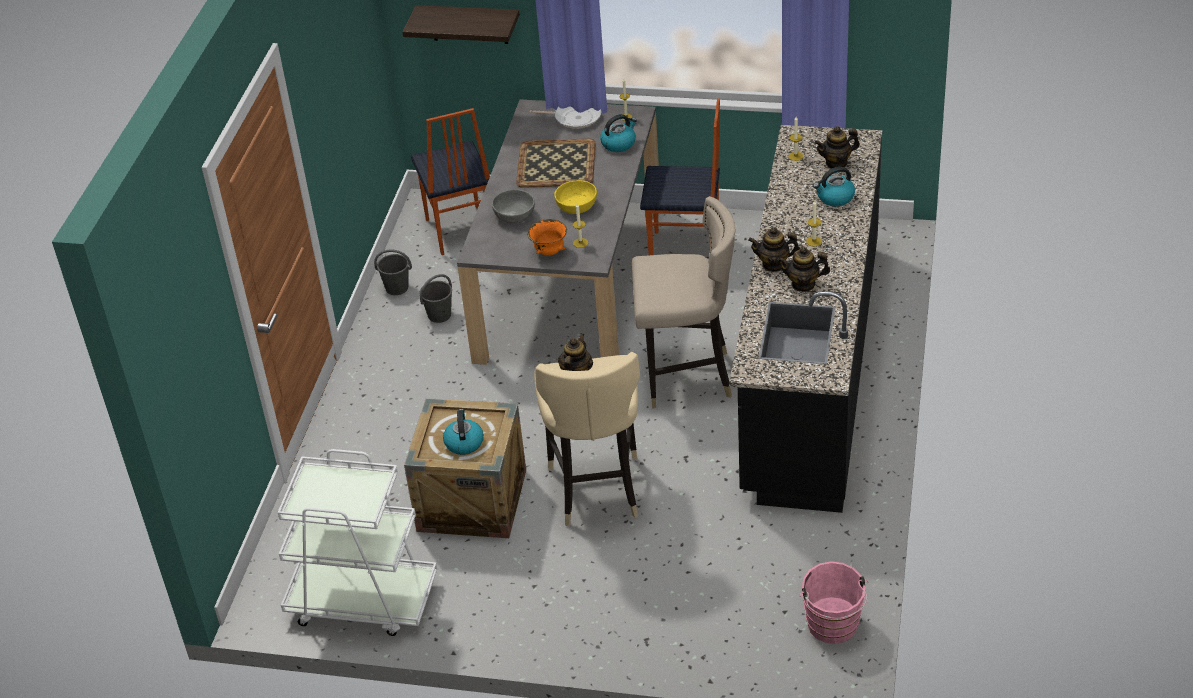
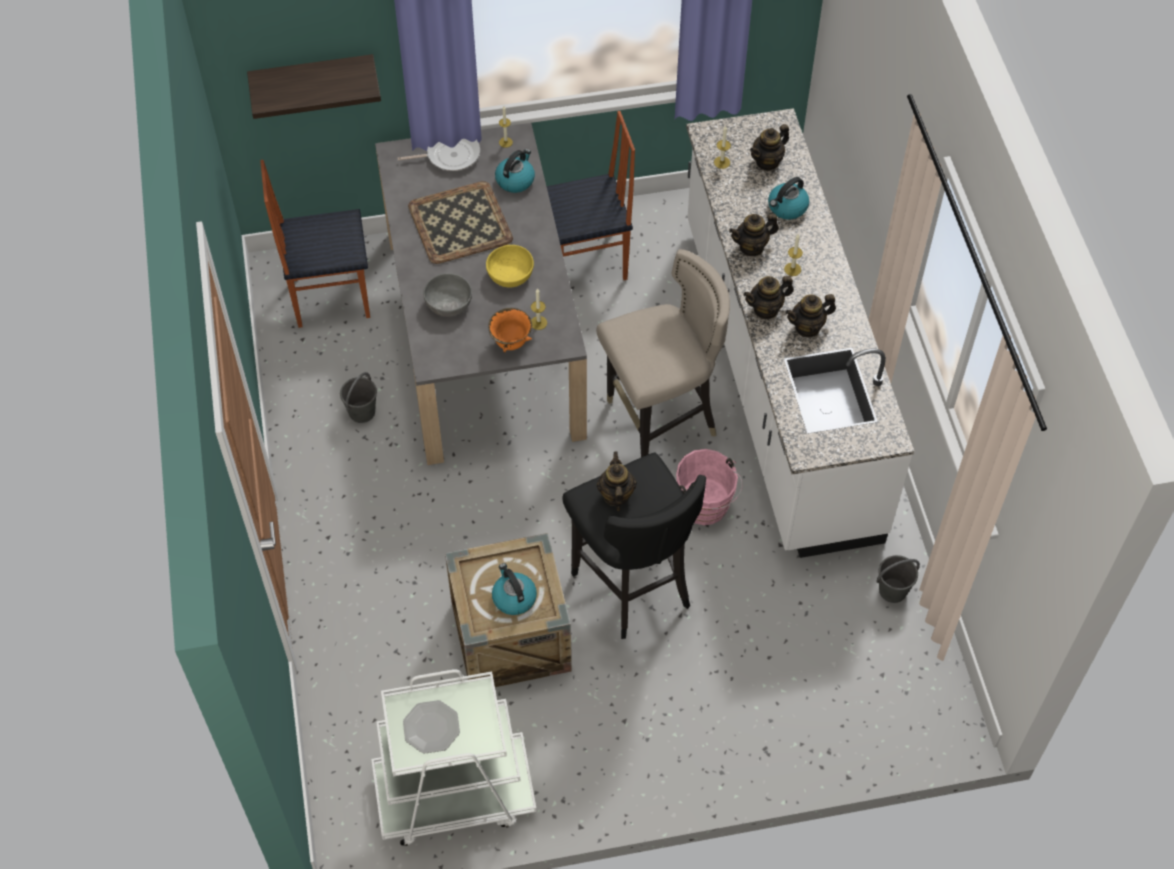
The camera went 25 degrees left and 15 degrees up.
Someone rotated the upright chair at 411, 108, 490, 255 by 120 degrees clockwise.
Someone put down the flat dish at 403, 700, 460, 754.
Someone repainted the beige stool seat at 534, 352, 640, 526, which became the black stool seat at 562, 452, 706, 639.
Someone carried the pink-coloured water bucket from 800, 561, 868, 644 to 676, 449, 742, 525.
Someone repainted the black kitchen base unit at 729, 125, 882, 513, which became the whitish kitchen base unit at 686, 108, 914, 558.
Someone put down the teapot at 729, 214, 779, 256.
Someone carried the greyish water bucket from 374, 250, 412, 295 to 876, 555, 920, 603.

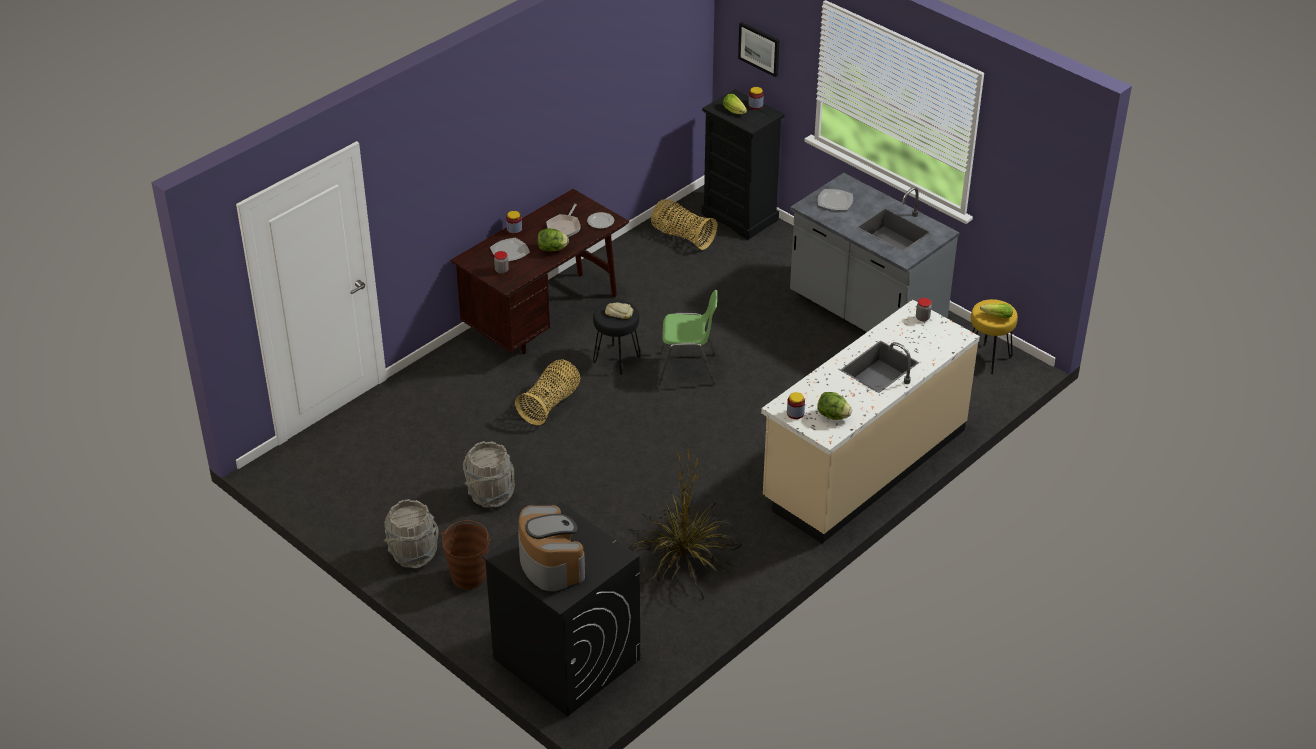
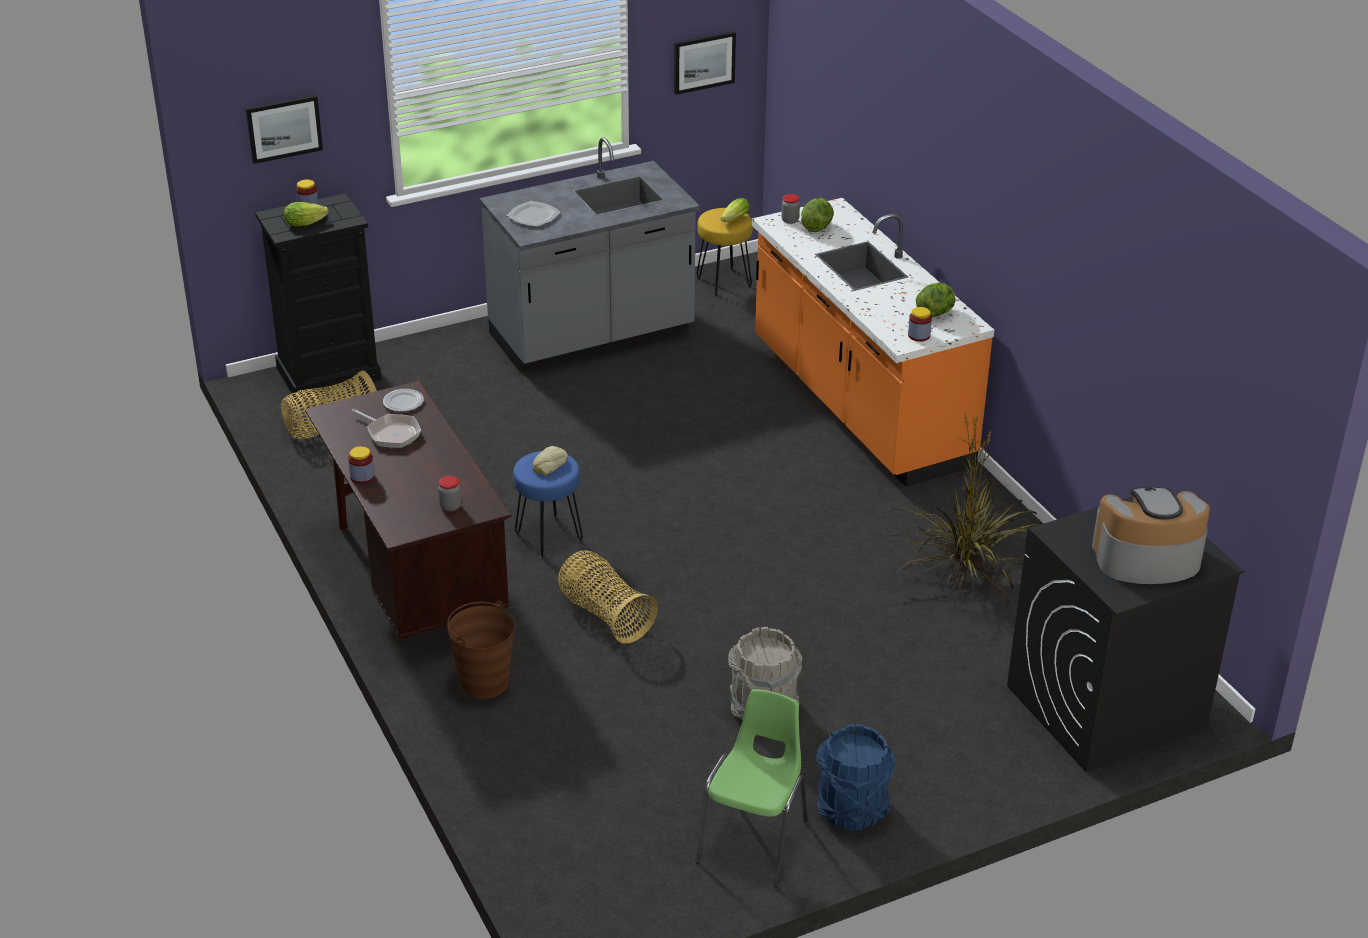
The camera went 70 degrees left and 5 degrees down.
Someone carried the brown-coloured water bucket from 441, 520, 491, 589 to 447, 600, 514, 699.
Someone repainted the black stool seat at 593, 300, 640, 375, which became the blue-coloured stool seat at 513, 451, 583, 559.
Someone put up the wall art at 674, 31, 736, 95.
Someone carried the green upright chair from 657, 290, 717, 385 to 696, 689, 808, 888.
Someone repainted the beige kitchen base unit at 761, 300, 980, 543, which became the orangey kitchen base unit at 752, 198, 994, 487.
Someone carried the lettuce head from 538, 228, 569, 251 to 801, 198, 834, 232.
Someone repainted the greyish water bucket at 384, 499, 439, 568, which became the blue-coloured water bucket at 817, 724, 895, 831.
Someone took away the flat dish at 490, 238, 530, 262.

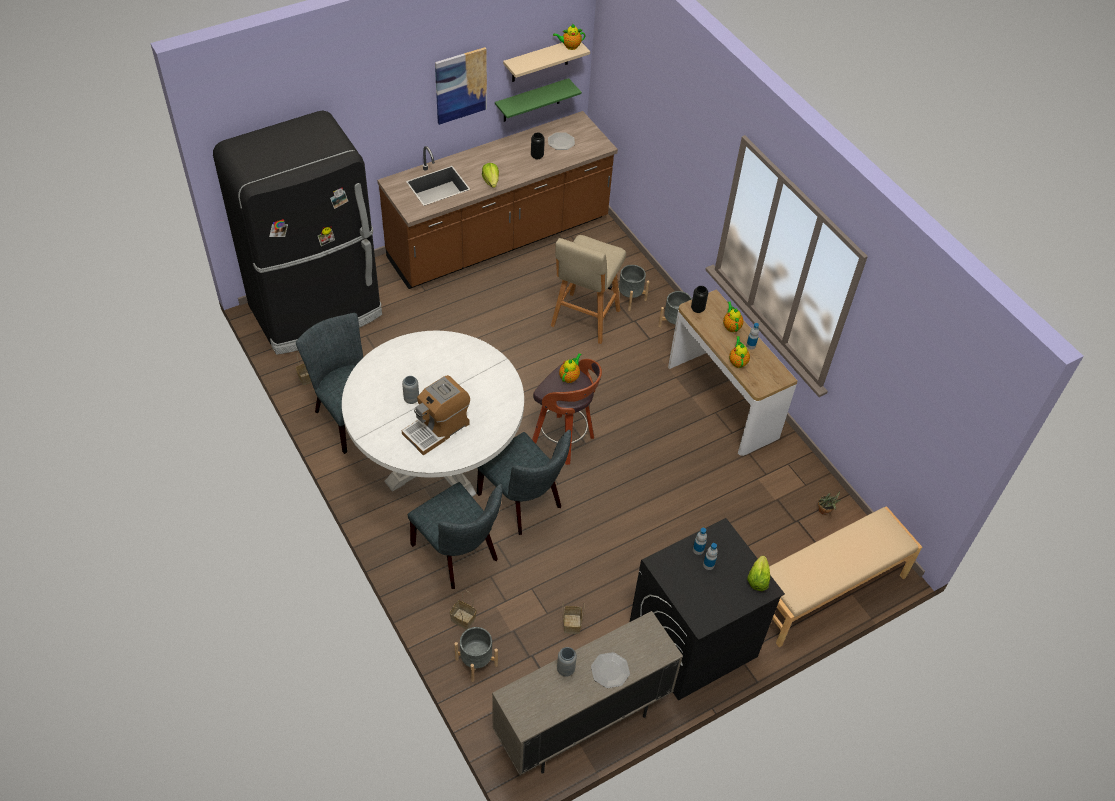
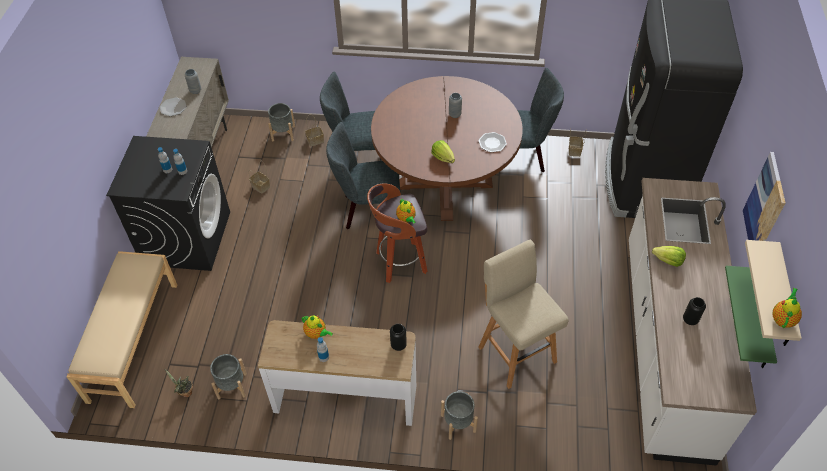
The camera went 130 degrees right and 0 degrees up.
Someone carried the greyish flower pot from 613, 265, 650, 311 to 210, 354, 247, 399.
Someone repainted the whitish kitchen table at 342, 331, 524, 497, which became the brown-coloured kitchen table at 371, 76, 523, 221.
Someone carried the lettuce head from 747, 556, 770, 591 to 431, 140, 455, 163.
Someone carried the flat dish from 548, 132, 575, 150 to 478, 132, 507, 152.
Someone repainted the brown-coloured kitchen base unit at 377, 111, 618, 289, which became the whitish kitchen base unit at 629, 178, 757, 466.
Someone took away the coffee maker at 402, 375, 470, 455.
Someone took away the teapot at 723, 301, 744, 332.

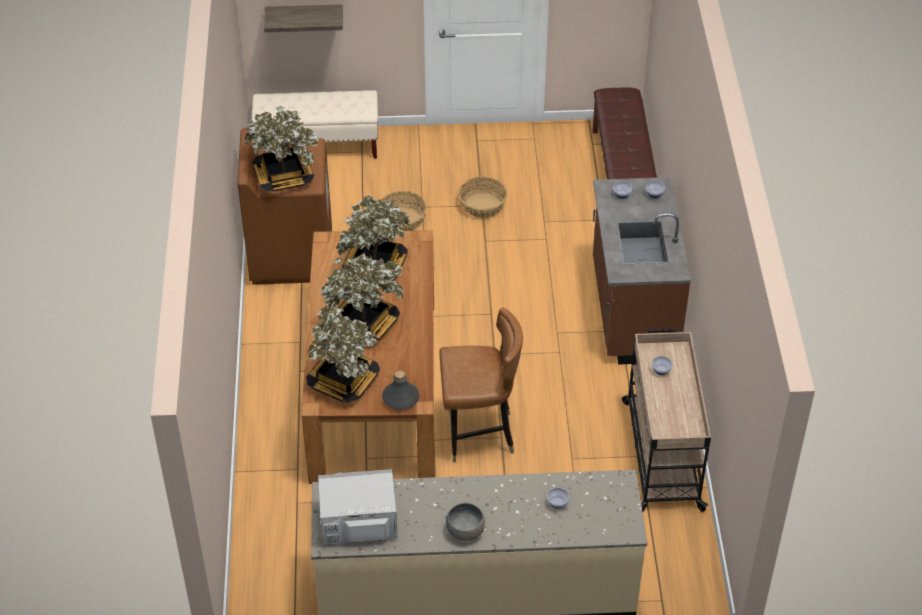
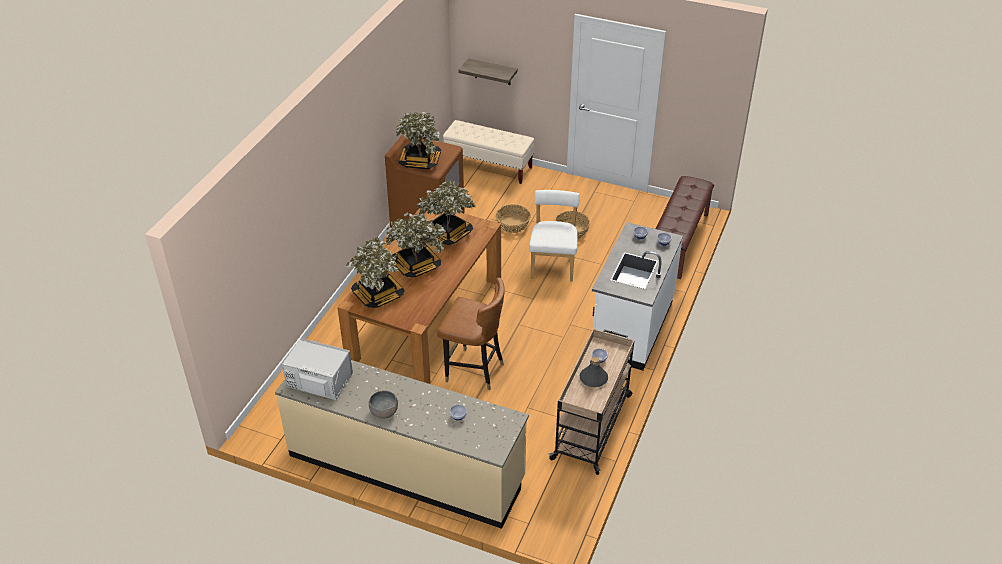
The camera went 25 degrees right and 5 degrees down.
Someone put down the whitish upright chair at 529, 190, 580, 282.
Someone carried the greyish beverage bottle from 382, 371, 419, 410 to 579, 357, 608, 387.
Someone repainted the brown-coloured kitchen base unit at 593, 177, 691, 365, which became the whitish kitchen base unit at 592, 222, 683, 371.

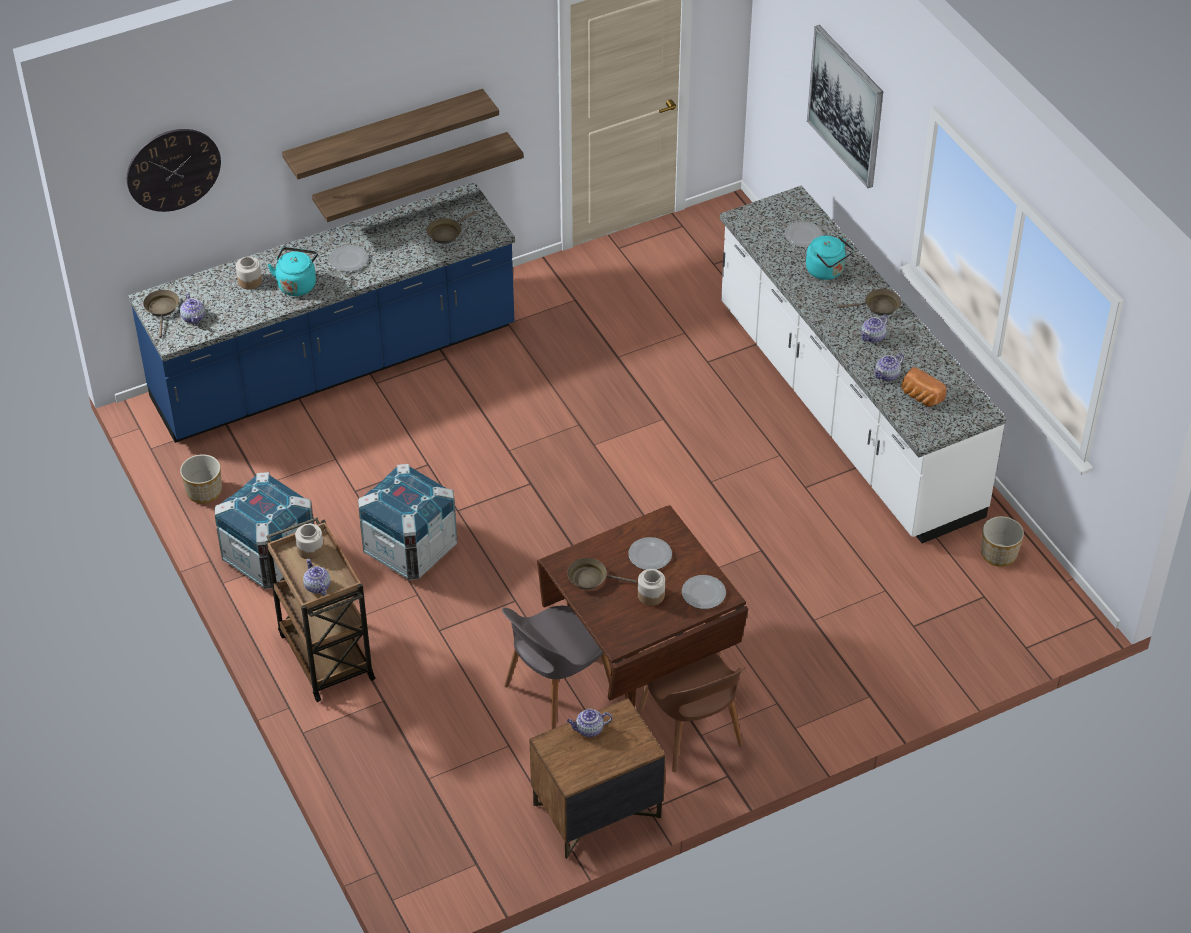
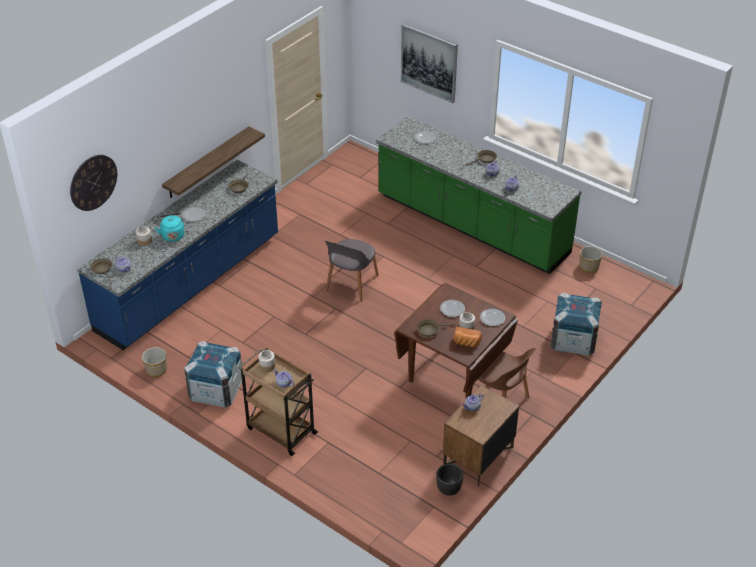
The camera went 25 degrees left and 5 degrees down.
Someone carried the greyish upright chair from 502, 606, 611, 730 to 325, 239, 379, 302.
Someone repainted the whitish kitchen base unit at 720, 186, 1006, 543, which became the green kitchen base unit at 376, 116, 581, 274.
Someone put down the black flower pot at 436, 464, 463, 496.
Someone carried the bakery bread from 901, 367, 947, 407 to 454, 327, 482, 347.
Someone carried the packing crate from 358, 464, 457, 580 to 551, 293, 602, 356.
Someone took away the shelf at 282, 89, 499, 180.
Someone took away the turquoise-coloured tea kettle at 806, 236, 854, 280.

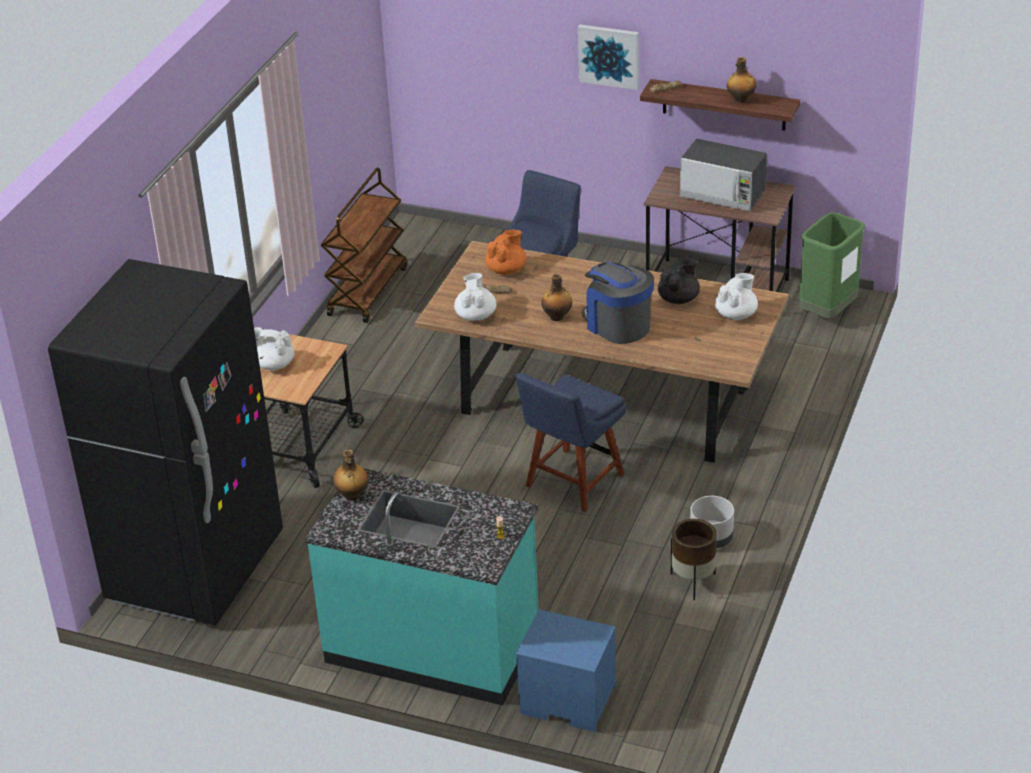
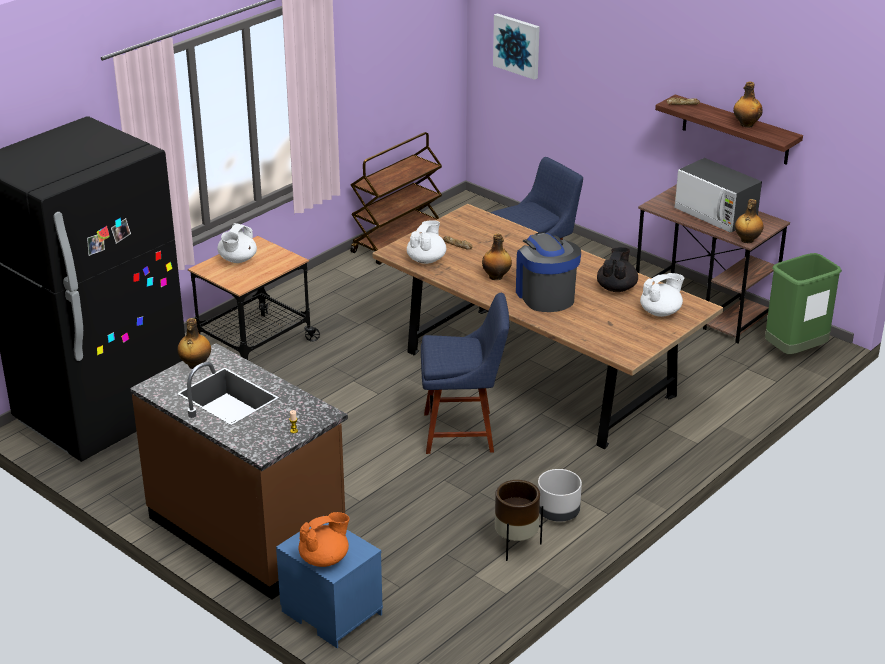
The camera went 20 degrees right and 5 degrees down.
Someone repainted the turquoise-coloured kitchen base unit at 305, 468, 538, 705, which became the brown-coloured kitchen base unit at 130, 343, 348, 599.
Someone rotated the whitish teapot at 254, 327, 294, 370 by 105 degrees counterclockwise.
Someone carried the orangey teapot from 485, 230, 526, 275 to 298, 512, 349, 567.
Someone rotated the blue-coloured upright chair at 516, 373, 626, 512 by 150 degrees counterclockwise.
Someone carried the wall art from 578, 25, 639, 90 to 493, 13, 540, 80.
Someone rotated the black teapot at 658, 258, 700, 304 by 45 degrees counterclockwise.
Someone put down the beverage bottle at 735, 199, 764, 243.

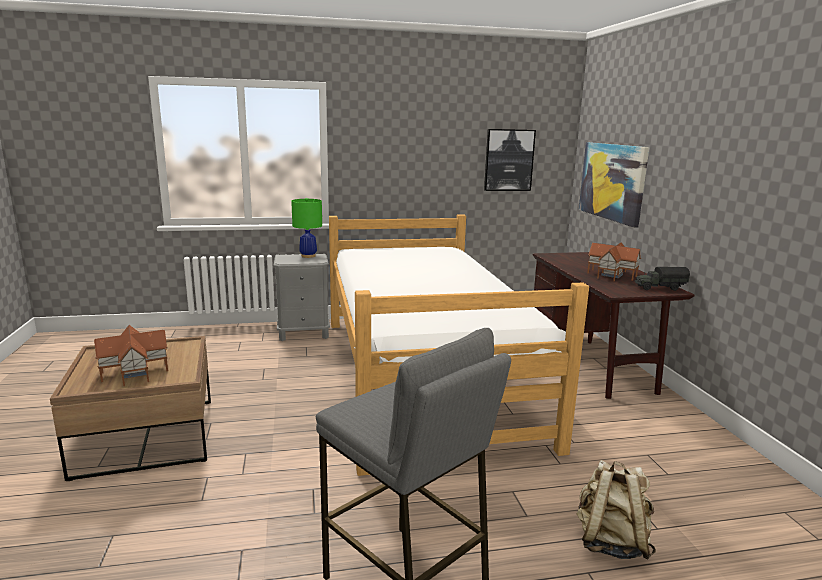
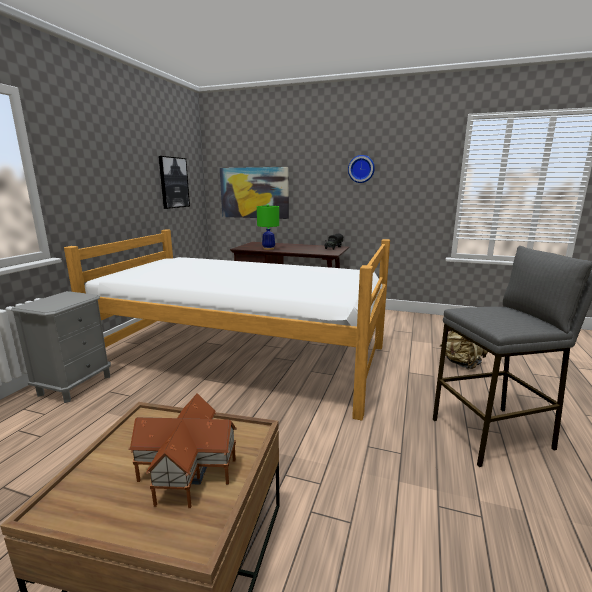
The camera went 60 degrees left and 0 degrees up.
Someone carried the green table lamp from 291, 198, 322, 258 to 257, 204, 279, 250.
Someone put up the clock on the wall at 348, 155, 375, 183.
Someone took away the model house at 587, 242, 641, 281.

